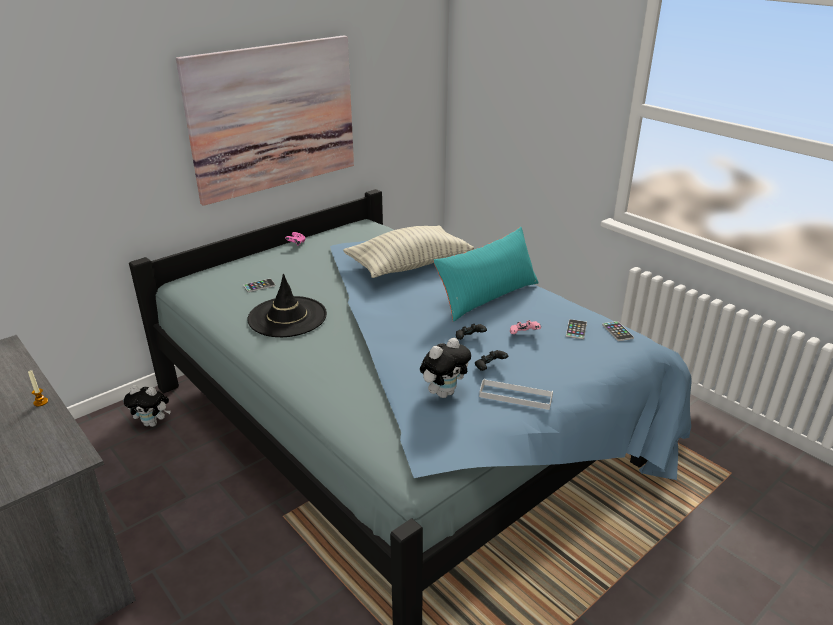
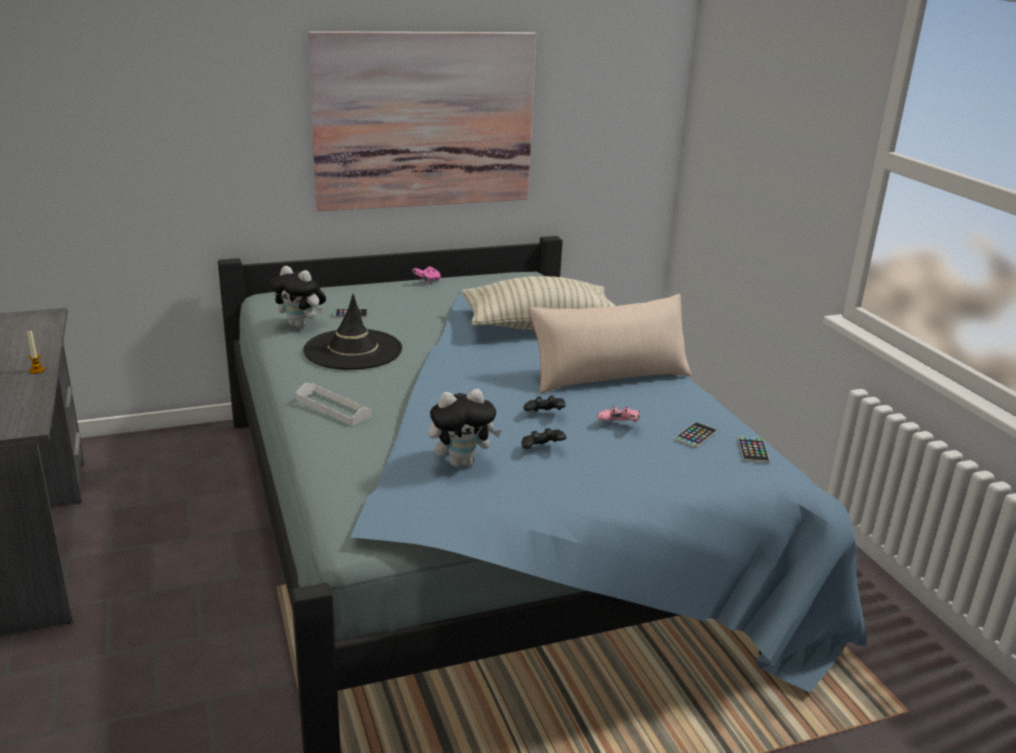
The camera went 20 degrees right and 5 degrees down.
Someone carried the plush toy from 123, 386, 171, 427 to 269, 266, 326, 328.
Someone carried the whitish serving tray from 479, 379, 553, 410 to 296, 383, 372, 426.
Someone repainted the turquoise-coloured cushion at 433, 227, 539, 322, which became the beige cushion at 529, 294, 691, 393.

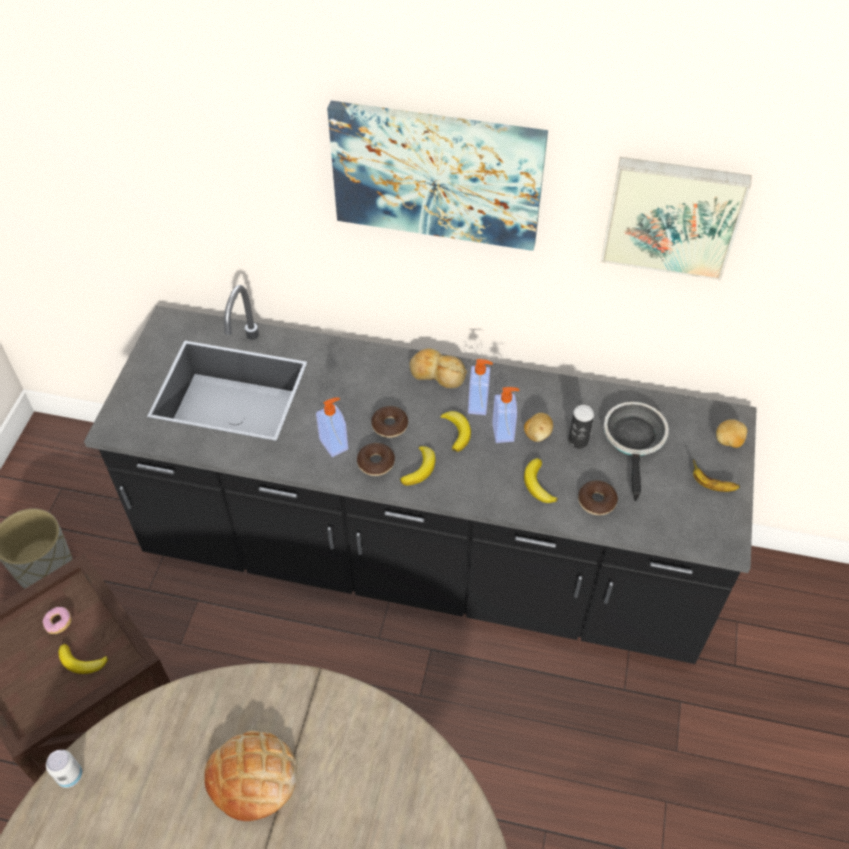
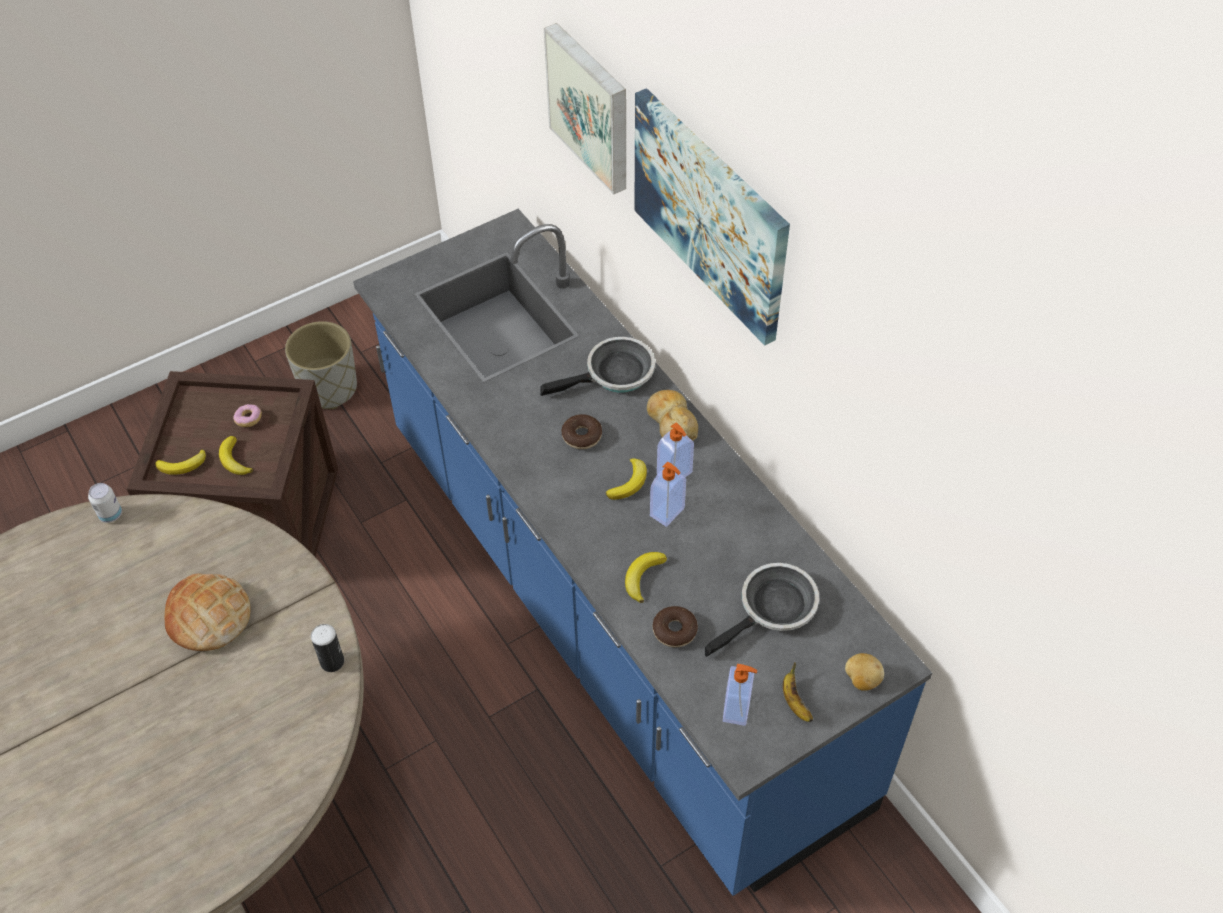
The camera went 45 degrees right and 0 degrees up.
Someone carried the banana from 400, 446, 436, 486 to 155, 449, 206, 475.
Someone carried the can from 568, 405, 594, 449 to 311, 624, 344, 672.
Someone repainted the black kitchen base unit at 84, 285, 757, 664, which became the blue-coloured kitchen base unit at 353, 209, 932, 896.
Someone put down the frying pan at 540, 337, 655, 396.
Someone carried the wall art from 601, 157, 752, 281 to 544, 23, 626, 195.
Someone carried the liquid soap bottle from 316, 397, 348, 457 to 723, 664, 757, 726.
Someone took away the donut at 357, 443, 395, 476.
Someone took away the spud at 524, 413, 553, 442.

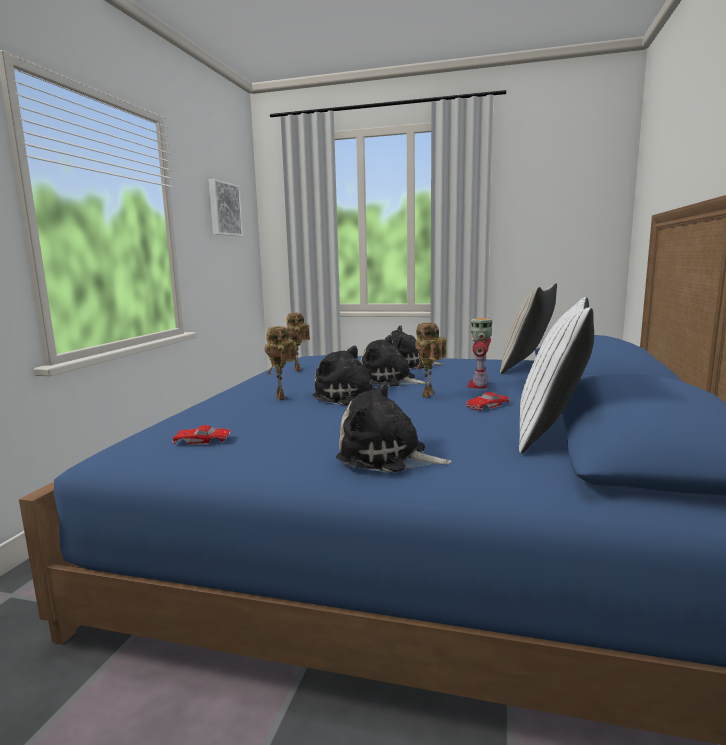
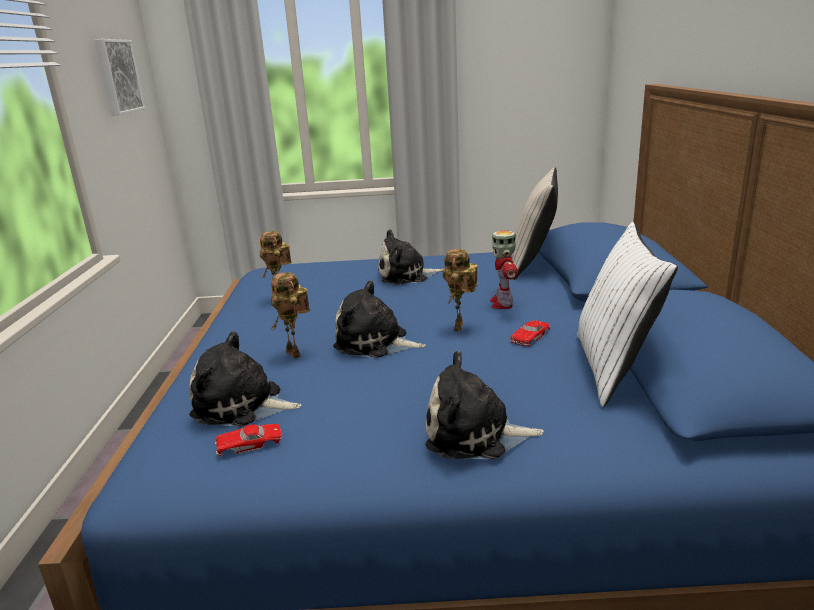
The camera went 15 degrees left and 10 degrees up.
Someone carried the plush toy from 360, 335, 429, 387 to 189, 331, 301, 426.

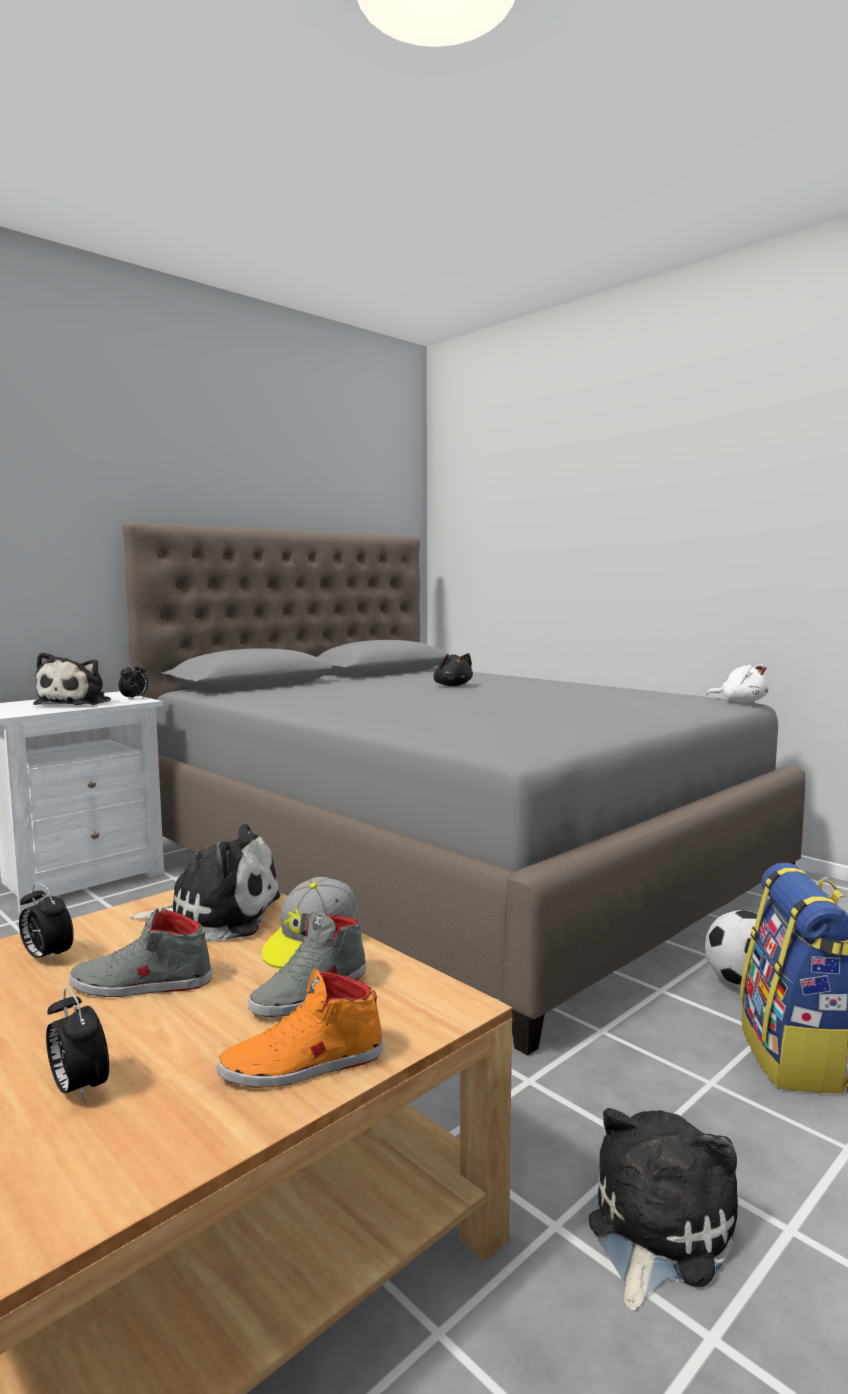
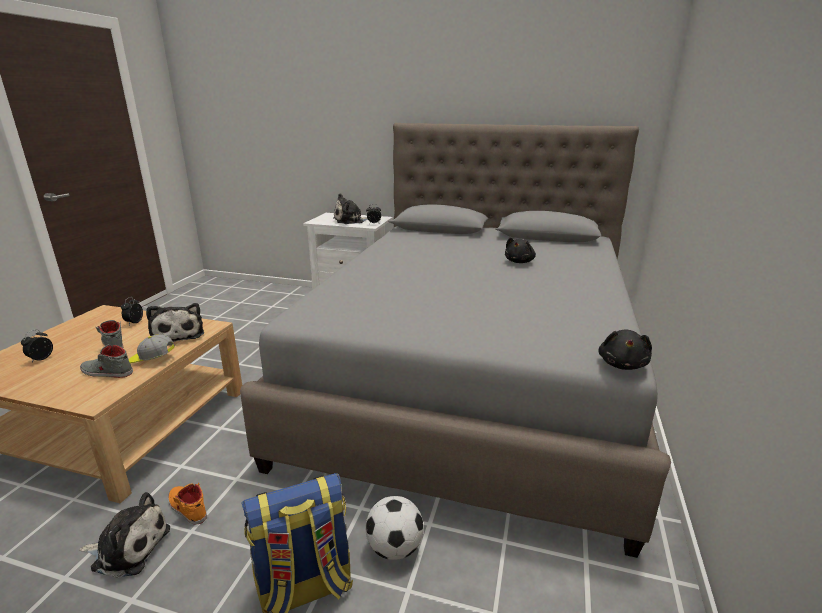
The camera went 60 degrees right and 15 degrees up.
Someone carried the orangey shoe from 217, 969, 383, 1088 to 168, 482, 207, 525.
Someone repainted the whitish plush toy at 706, 664, 769, 703, which became the black plush toy at 598, 330, 652, 370.

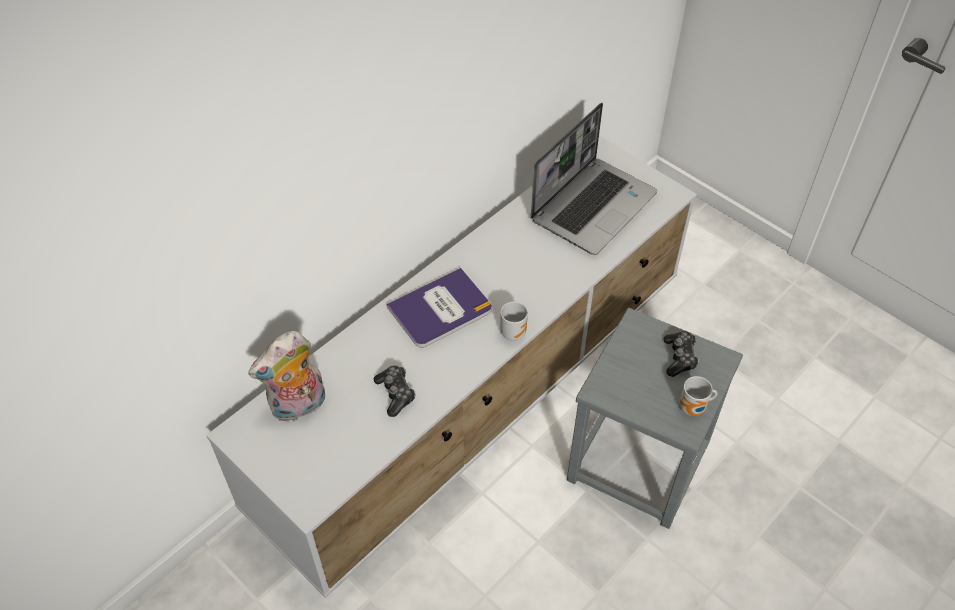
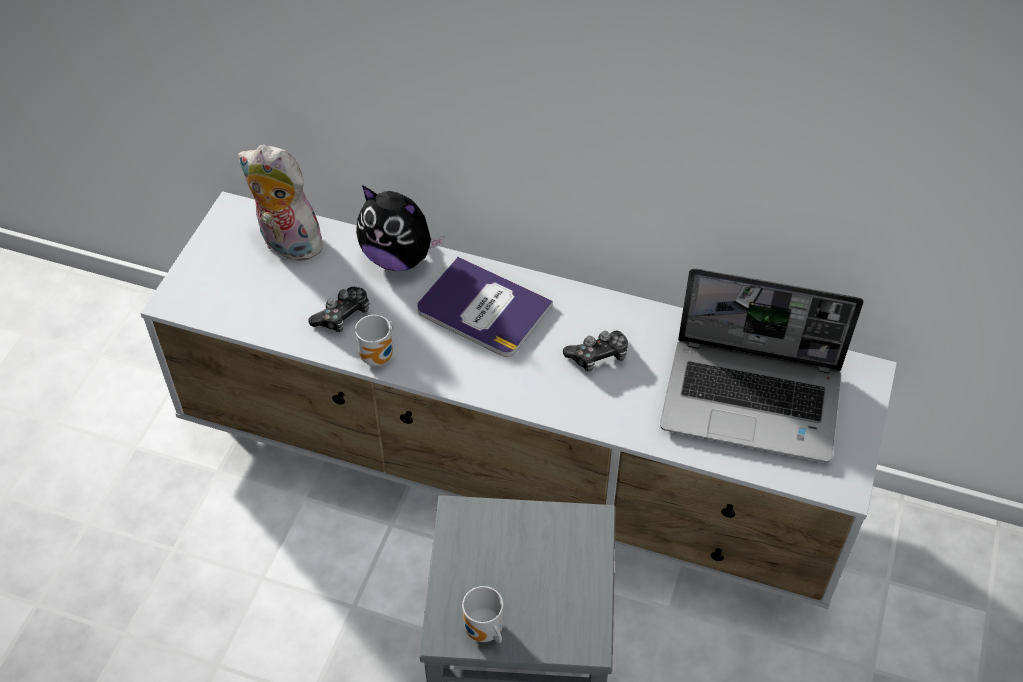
The camera went 65 degrees right and 0 degrees up.
Someone carried the tea mug from 500, 302, 528, 341 to 355, 315, 395, 366.
Someone put down the plush toy at 356, 185, 444, 271.
Someone carried the gamepad from 663, 331, 699, 377 to 563, 331, 628, 372.

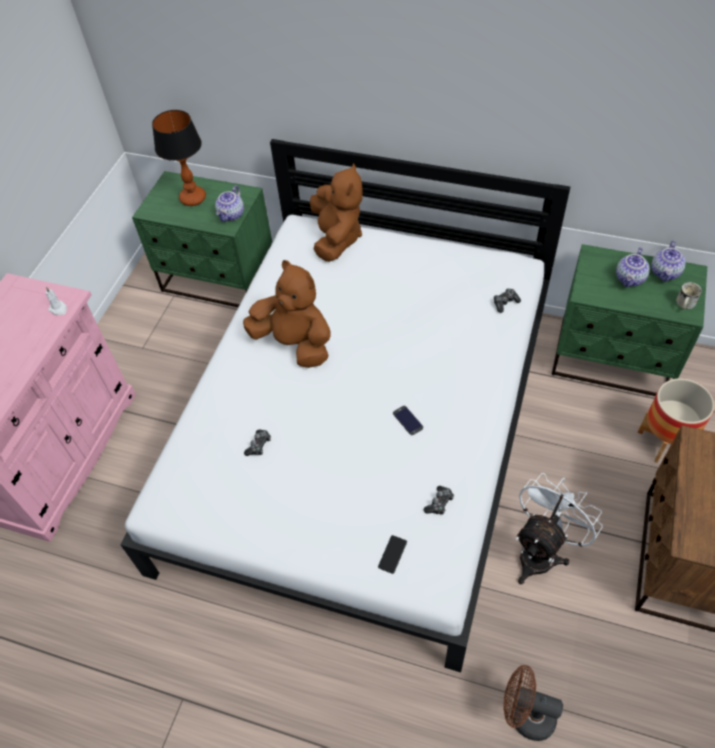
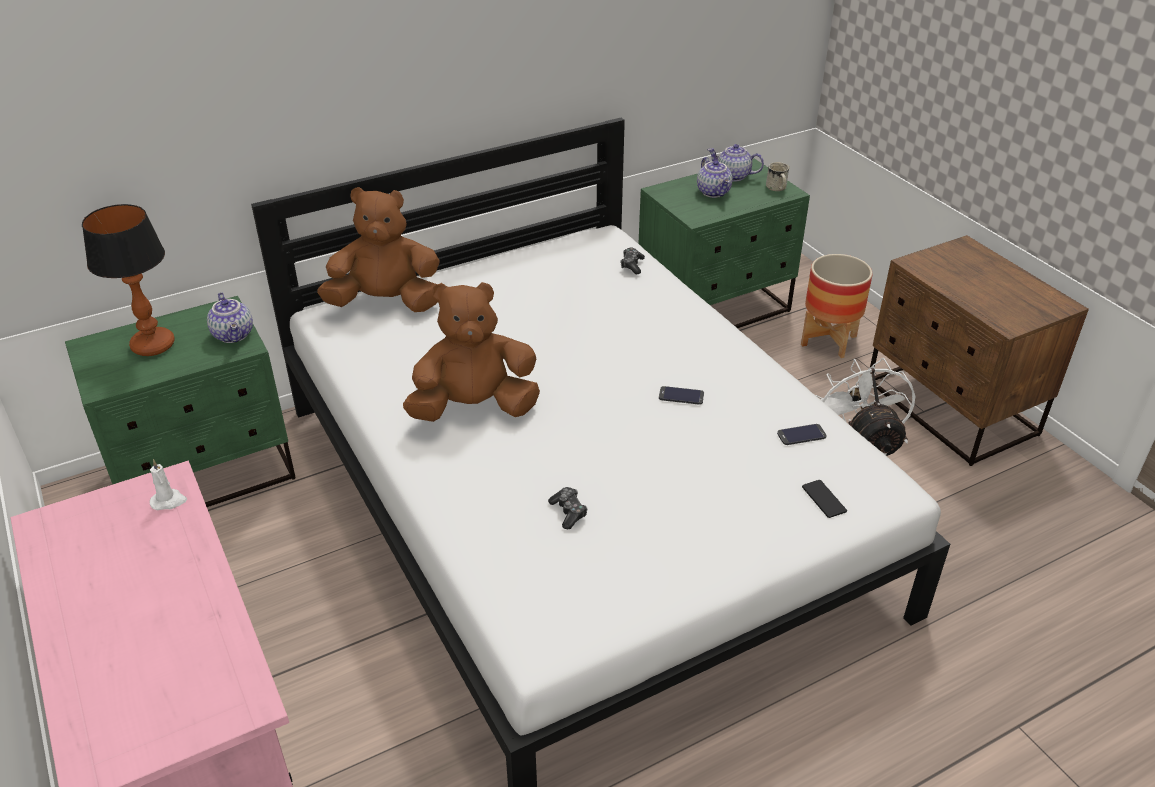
The camera went 50 degrees left and 15 degrees down.
Someone rotated the brown-coloured plush toy at 310, 163, 363, 262 by 45 degrees counterclockwise.
Someone rotated the teapot at 651, 241, 686, 282 by 135 degrees clockwise.
Someone swapped the gamepad at 423, 486, 454, 515 for the phone at 777, 424, 827, 445.
Someone took away the brown-coloured fan at 503, 665, 563, 741.

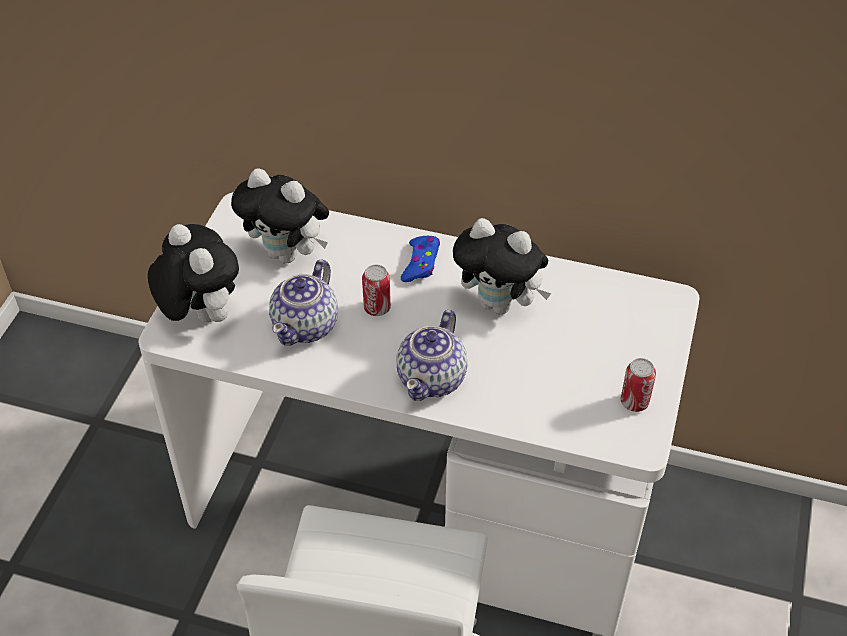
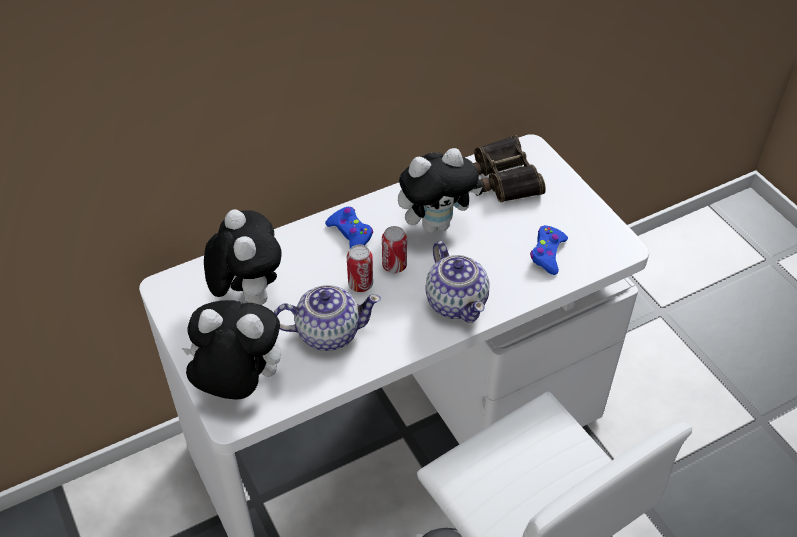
The camera went 45 degrees left and 0 degrees up.
Someone rotated the plush toy at 231, 168, 329, 264 by 90 degrees counterclockwise.
Someone rotated the teapot at 269, 259, 338, 346 by 75 degrees counterclockwise.
Someone carried the can from 621, 358, 656, 412 to 382, 226, 407, 273.
Someone put down the pair of binoculars at 473, 135, 546, 203.
Someone put down the blue-coloured gamepad at 530, 225, 568, 275.

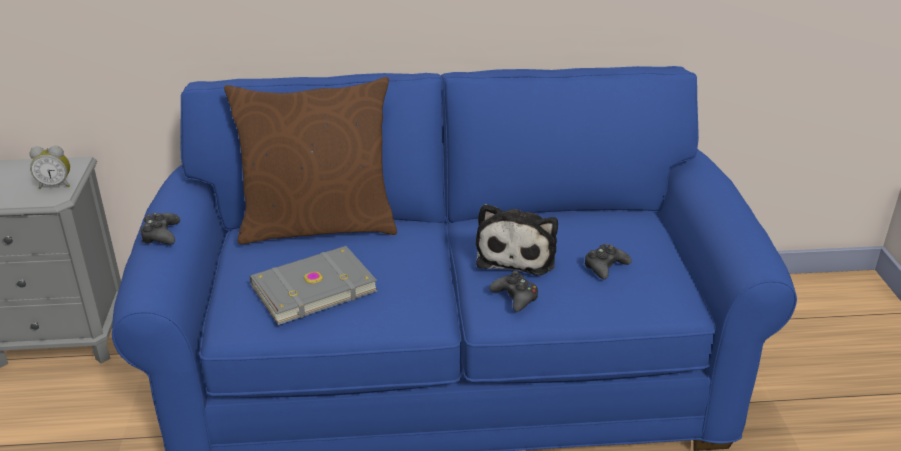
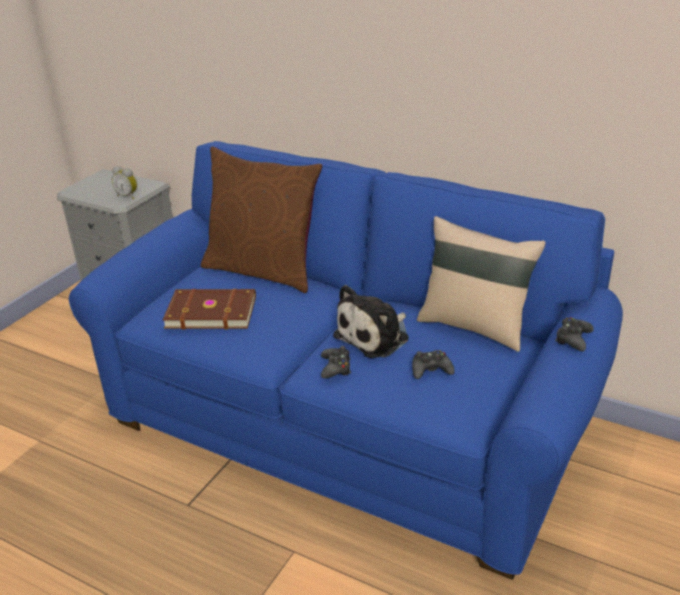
The camera went 35 degrees right and 0 degrees up.
Someone repainted the greyish volume at 250, 246, 377, 325, which became the brown-coloured volume at 163, 289, 256, 329.
Someone put down the beige cushion at 417, 216, 546, 352.
Someone carried the black gamepad from 141, 213, 180, 244 to 555, 318, 594, 351.

